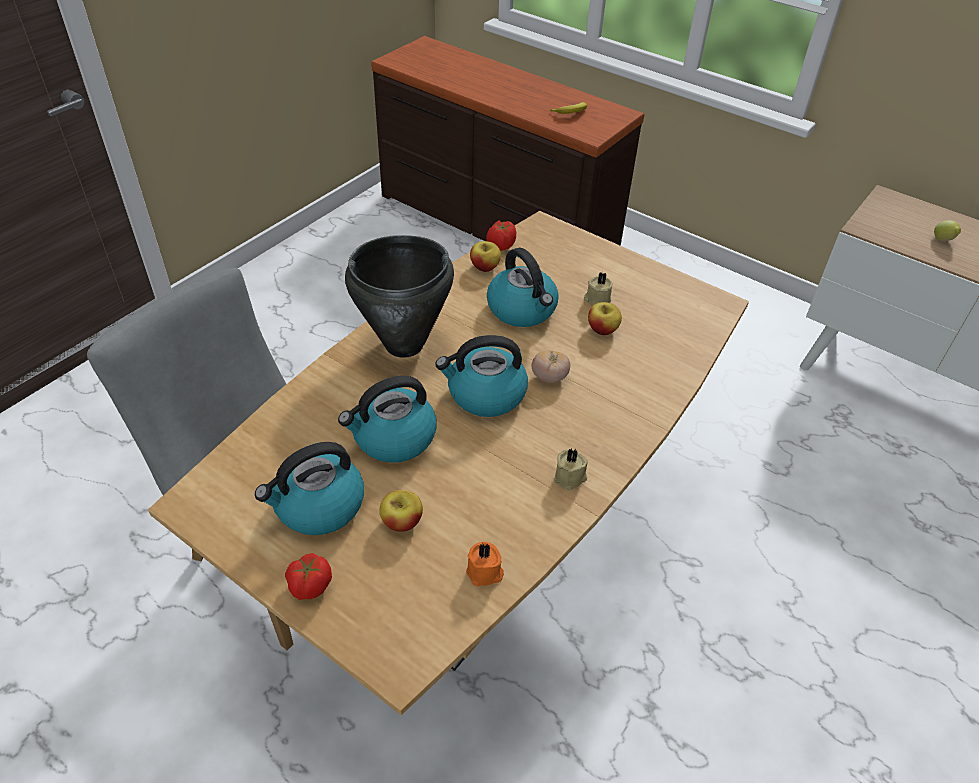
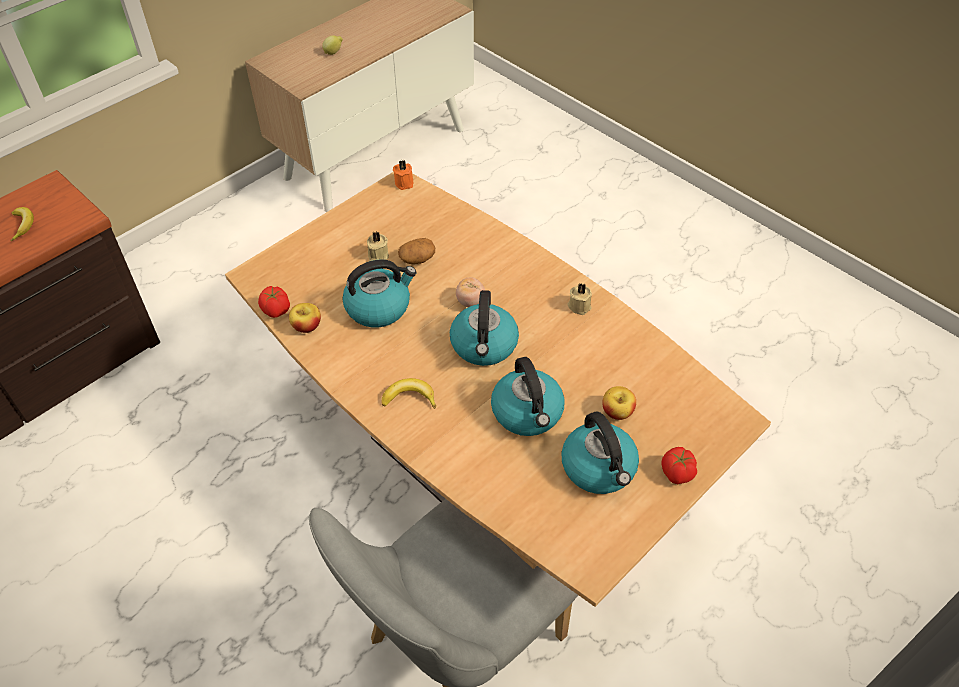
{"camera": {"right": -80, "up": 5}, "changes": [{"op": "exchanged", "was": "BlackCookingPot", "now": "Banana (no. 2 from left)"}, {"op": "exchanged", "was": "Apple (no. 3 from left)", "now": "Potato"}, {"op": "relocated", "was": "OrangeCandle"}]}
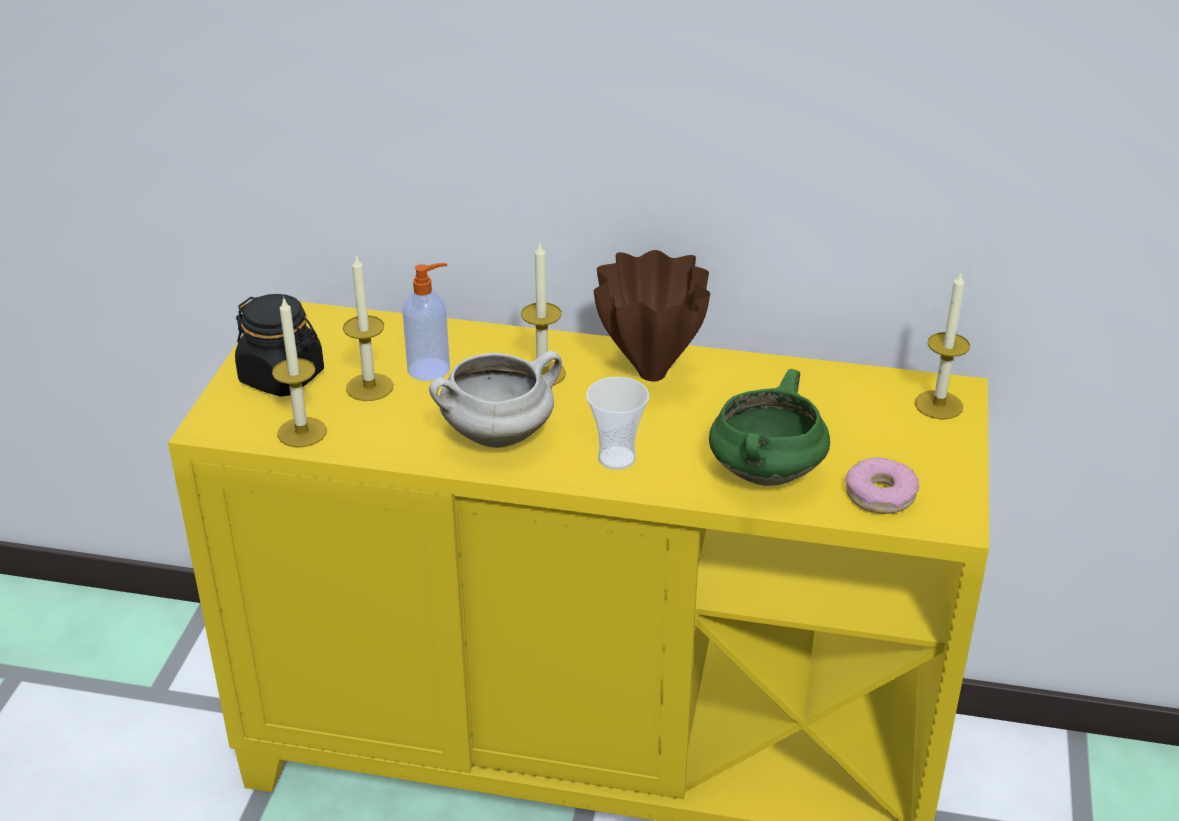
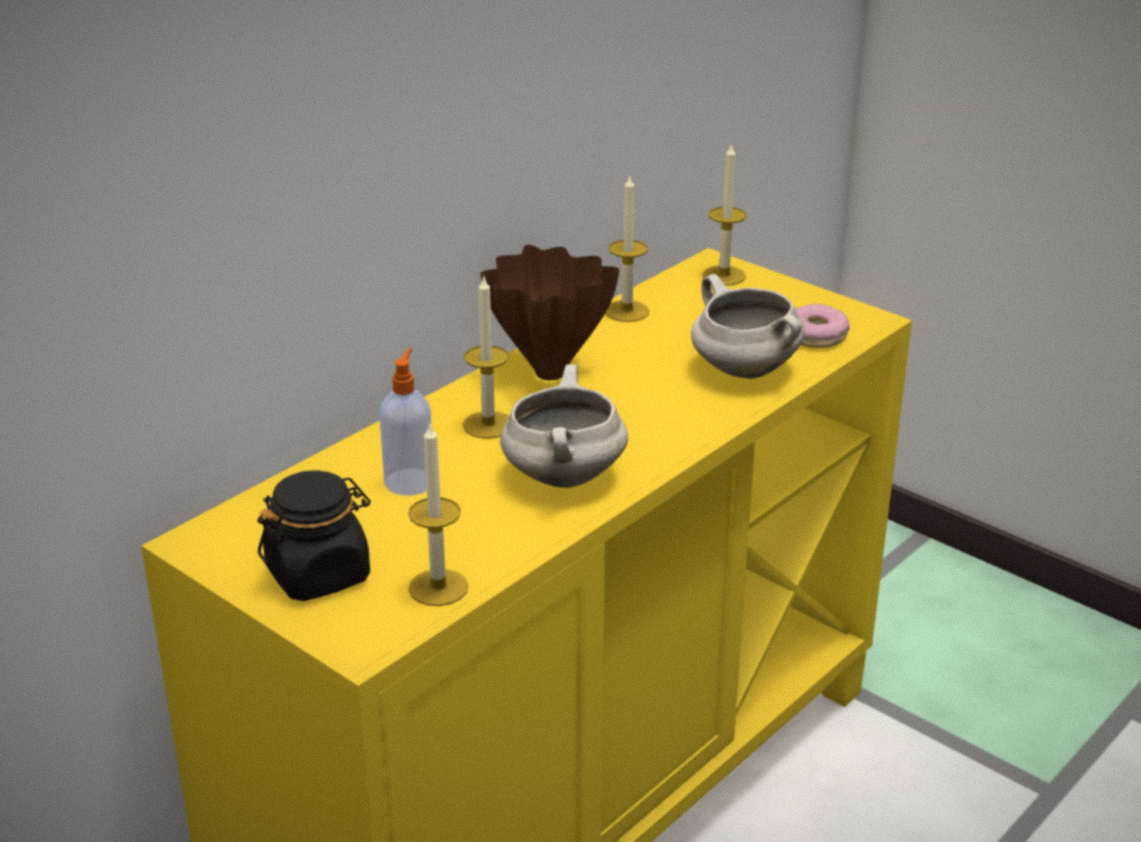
{"camera": {"right": -60, "up": -5}, "changes": [{"op": "relocated", "was": "Candle (no. 2 from left in the first image)", "now": "Candle (no. 3 from left)"}, {"op": "colour", "was": "GreenCookingPot", "now": "WhiteCookingPot (no. 2 from left)"}, {"op": "missing", "was": "Cup"}]}
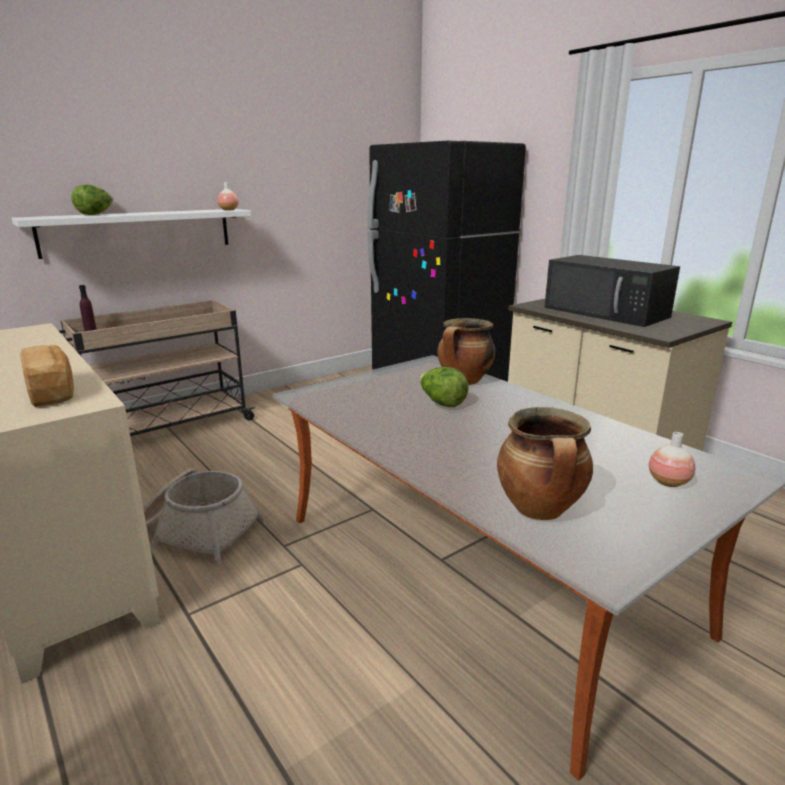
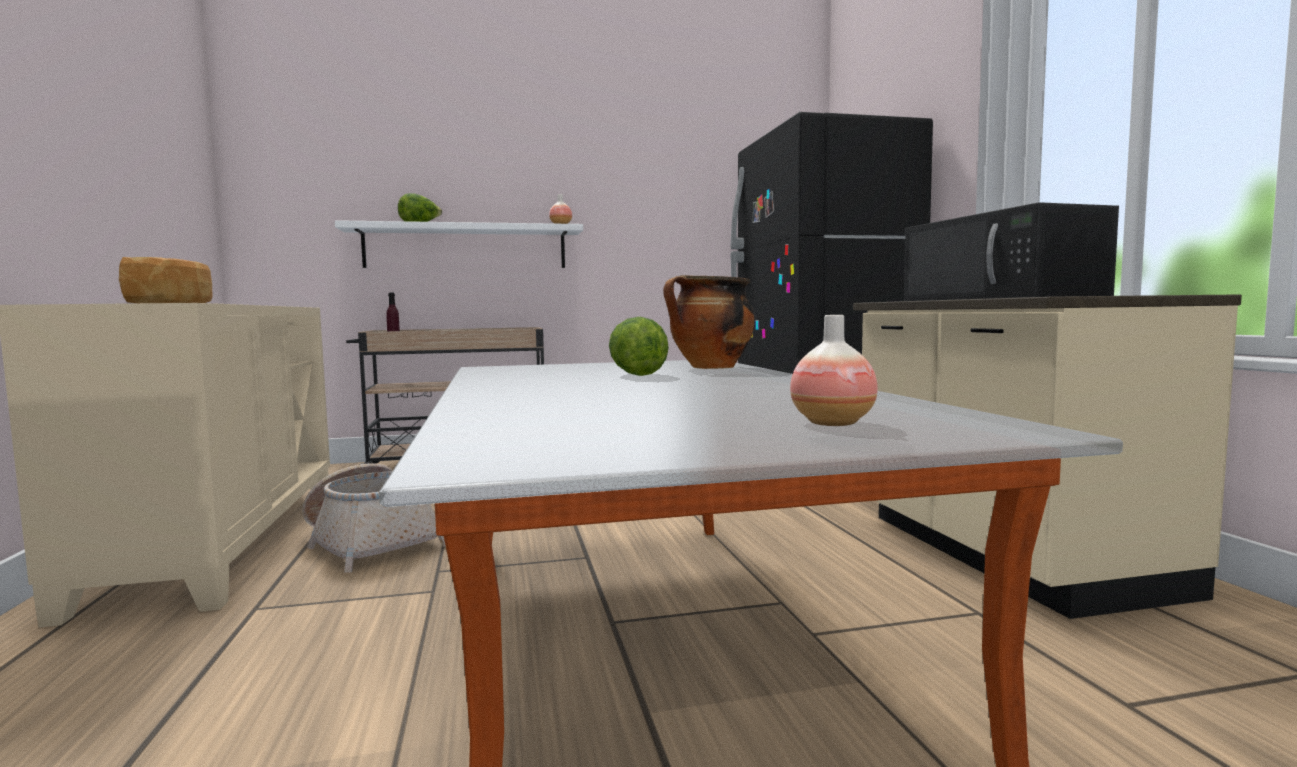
{"camera": {"right": 25, "up": -15}, "changes": [{"op": "missing", "was": "CookingPot (no. 2 from left)"}]}
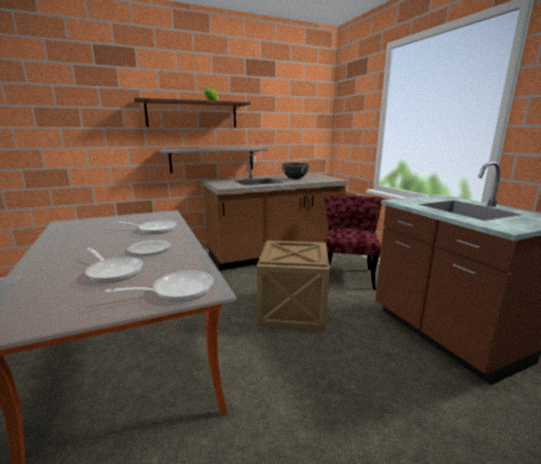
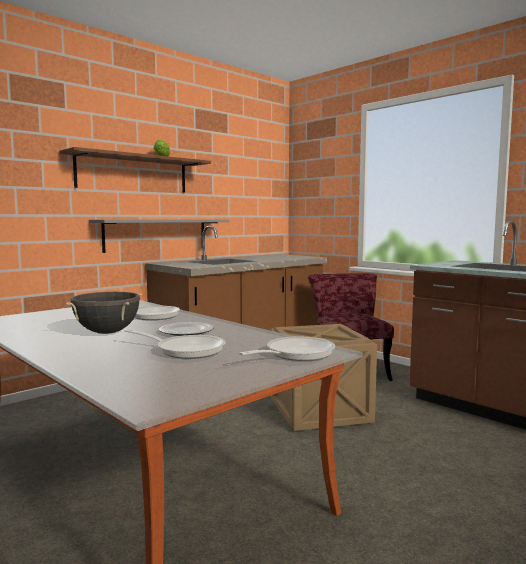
{"camera": {"right": -20, "up": -10}, "changes": [{"op": "relocated", "was": "BlackCookingPot"}]}
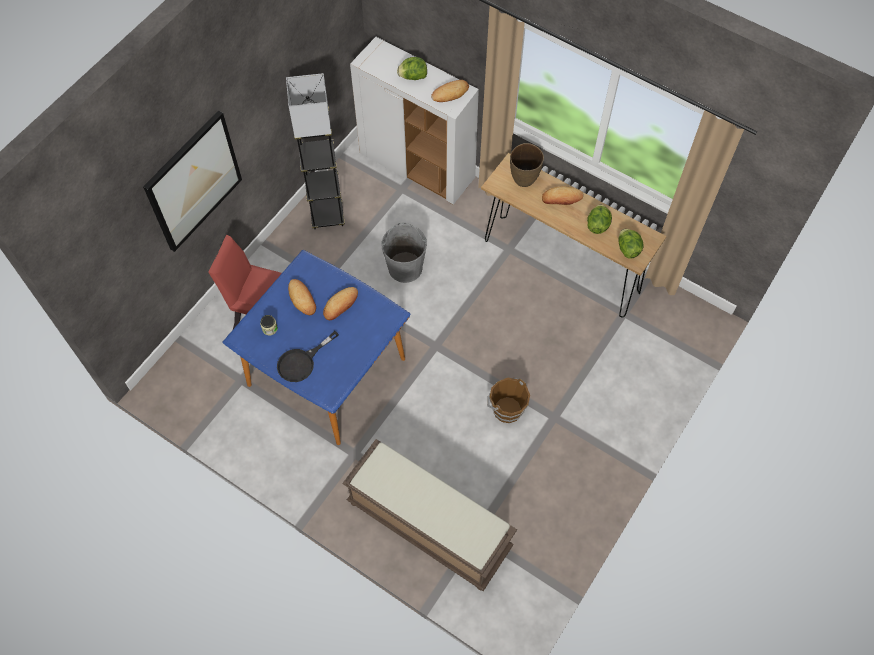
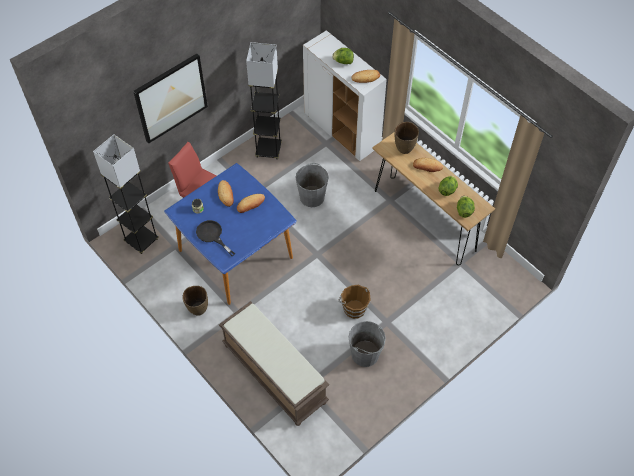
{"camera": {"right": 15, "up": -5}, "changes": [{"op": "spun", "was": "BlackFryingPan", "clockwise": 75}, {"op": "appeared", "now": "GreyFloorLamp (no. 1 from left)"}, {"op": "appeared", "now": "BrownVase (no. 1 from left)"}, {"op": "appeared", "now": "GreyBucket (no. 2 from left)"}]}
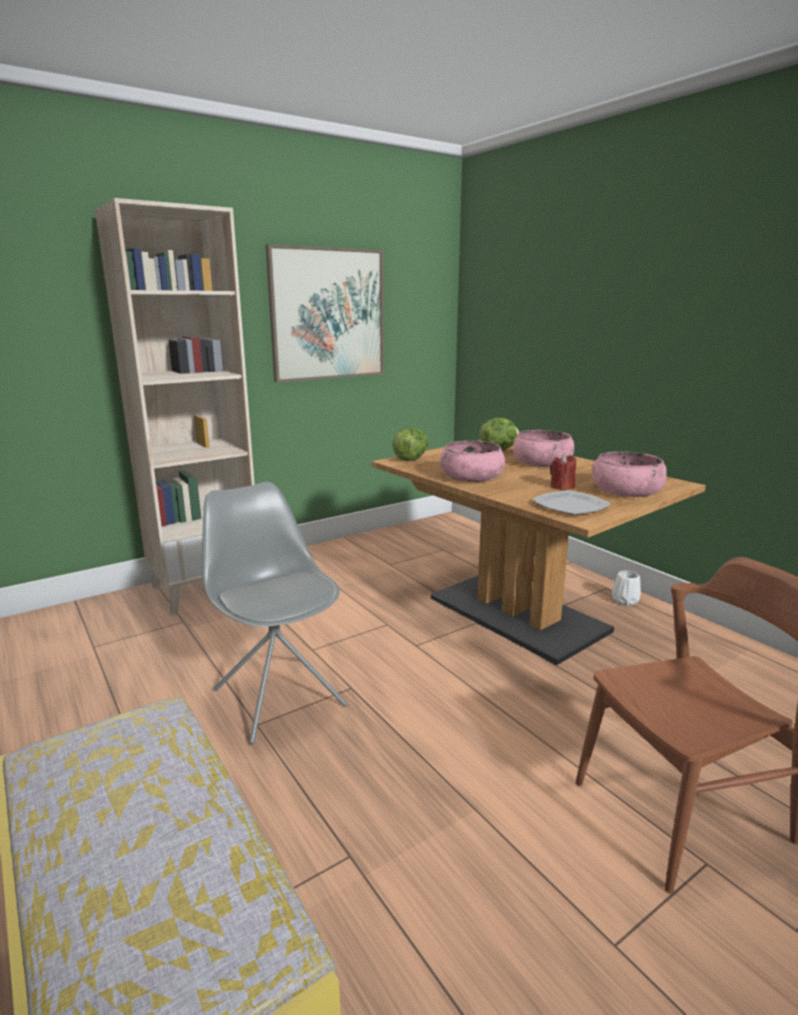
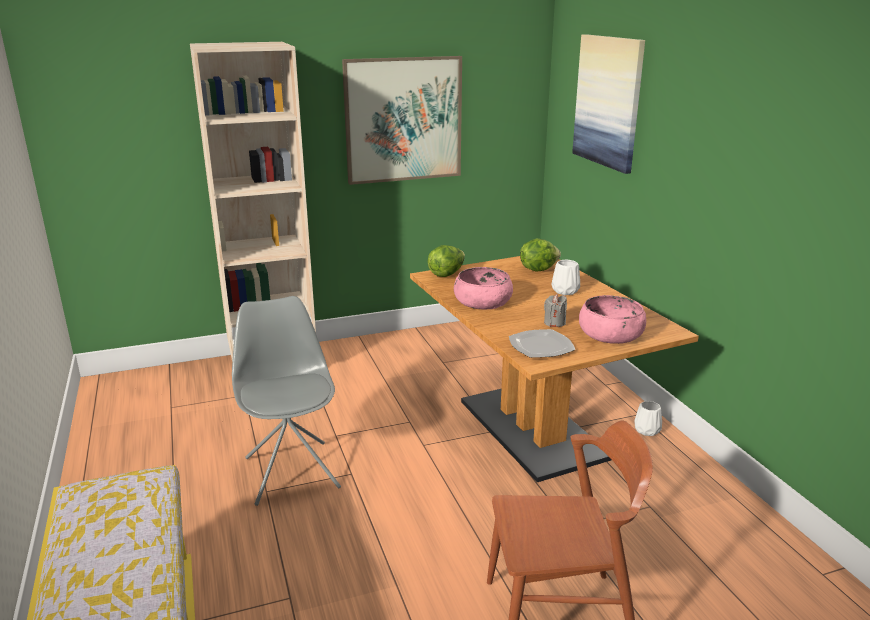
{"camera": {"right": 15, "up": 5}, "changes": [{"op": "exchanged", "was": "PinkBowl (no. 2 from left)", "now": "WhiteVase (no. 1 from left)"}, {"op": "colour", "was": "RedCandle", "now": "GreyCandle"}, {"op": "appeared", "now": "Picture (no. 2 from left)"}]}
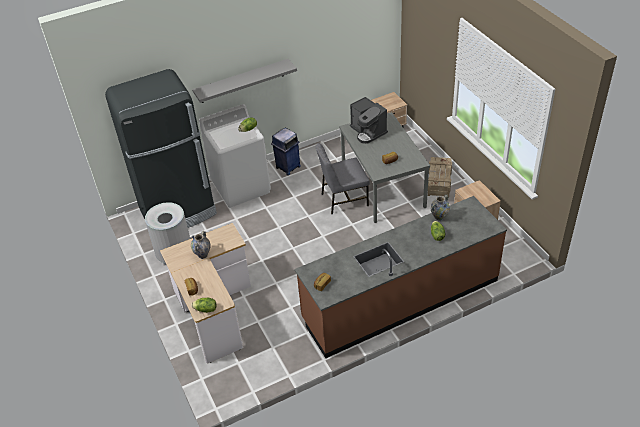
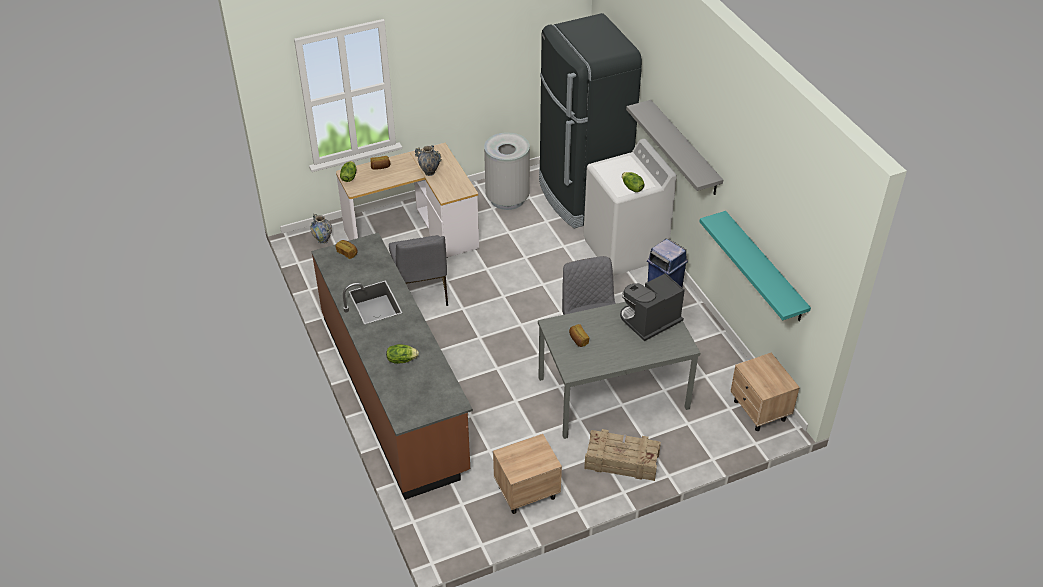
{"camera": {"right": 90, "up": 0}, "changes": [{"op": "relocated", "was": "Vase (no. 2 from left in the first image)", "now": "Vase (no. 1 from left)"}, {"op": "appeared", "now": "TurquoiseShelf"}, {"op": "appeared", "now": "GreyChair (no. 1 from left)"}]}
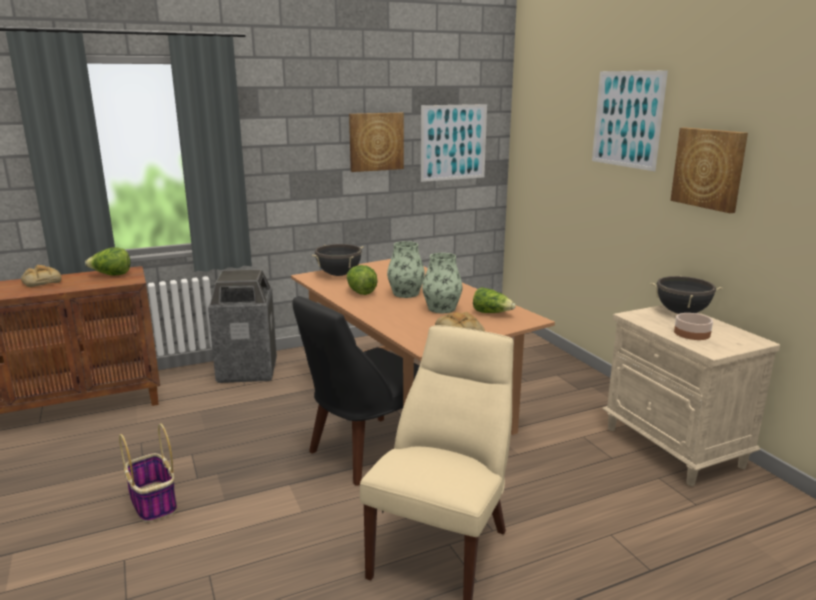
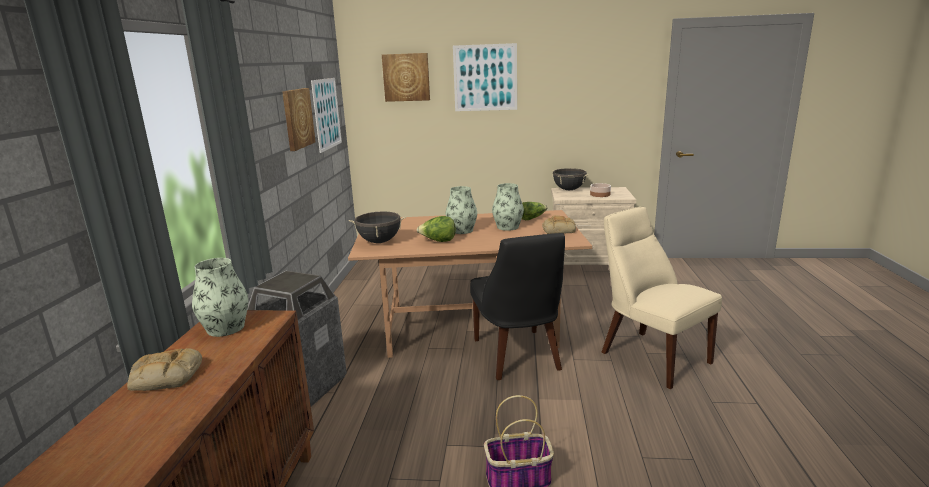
{"camera": {"right": -60, "up": 0}, "changes": [{"op": "relocated", "was": "Picture (no. 4 from left in the first image)", "now": "Picture (no. 3 from left)"}, {"op": "exchanged", "was": "Lettuce (no. 1 from left)", "now": "Vase (no. 1 from left)"}]}
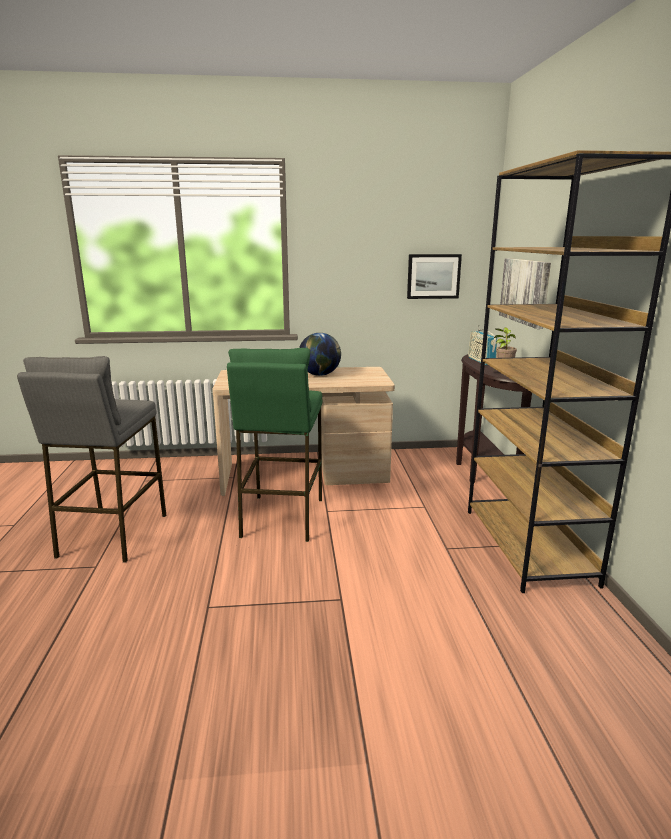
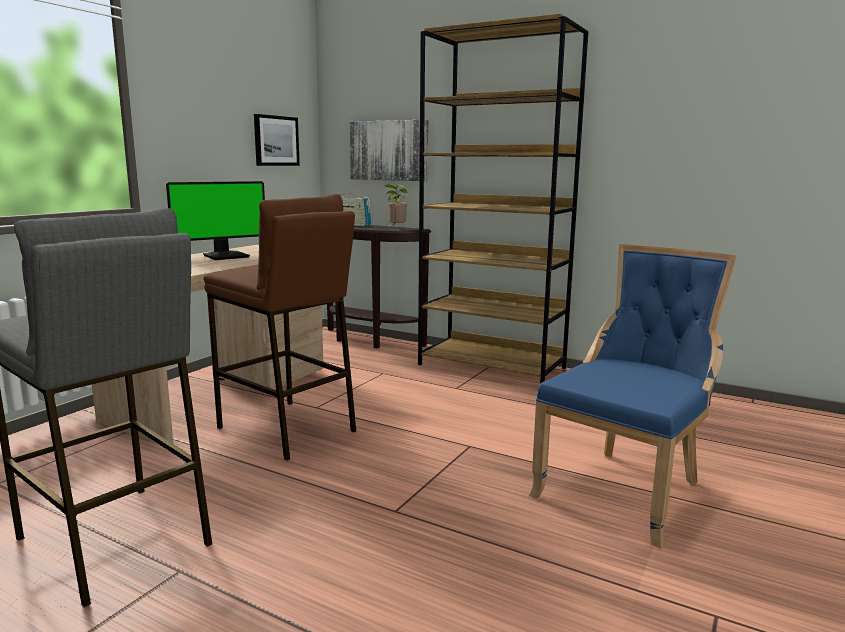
{"camera": {"right": -55, "up": -5}, "changes": [{"op": "exchanged", "was": "Globe", "now": "Monitor"}, {"op": "colour", "was": "GreenStool", "now": "BrownStool"}, {"op": "appeared", "now": "BlueChair"}]}
